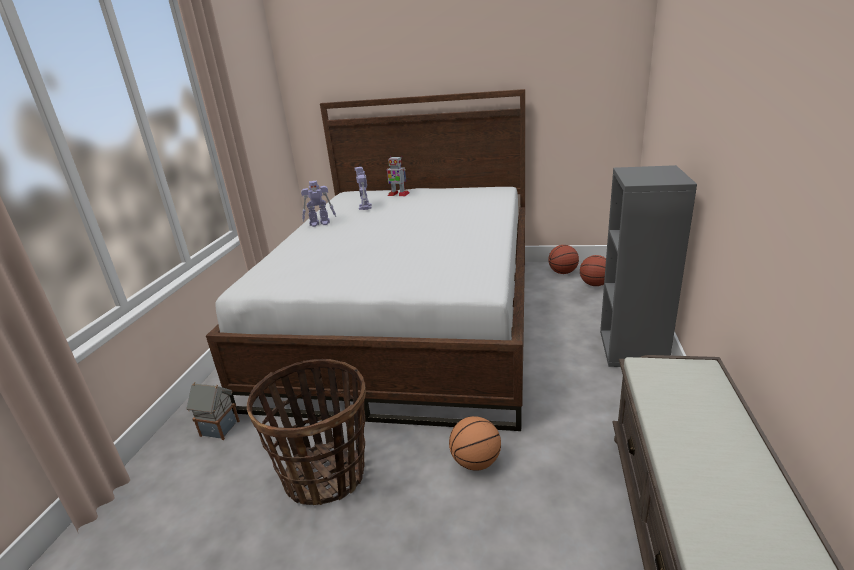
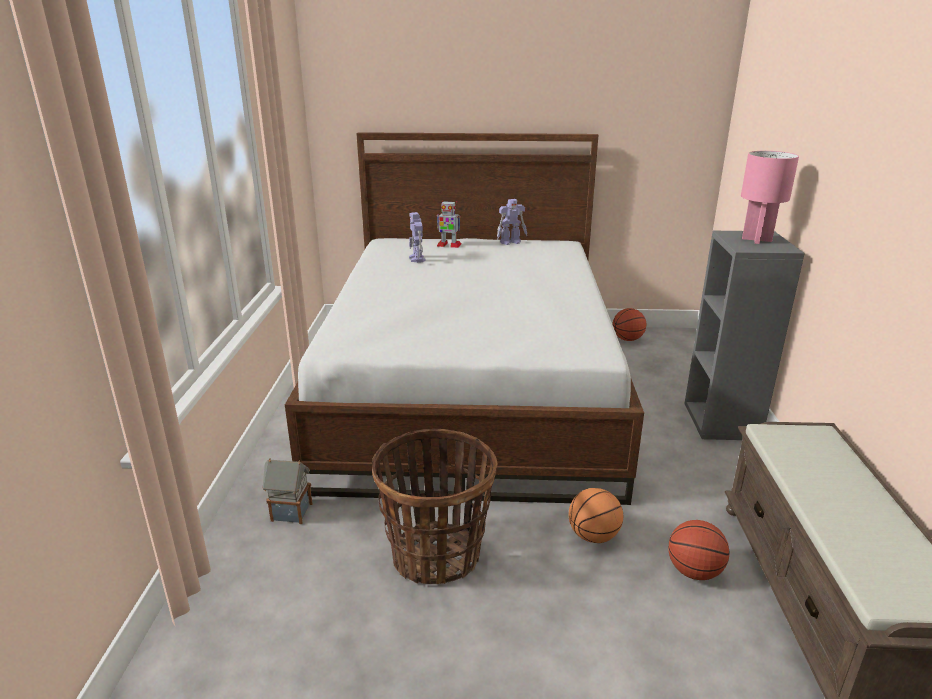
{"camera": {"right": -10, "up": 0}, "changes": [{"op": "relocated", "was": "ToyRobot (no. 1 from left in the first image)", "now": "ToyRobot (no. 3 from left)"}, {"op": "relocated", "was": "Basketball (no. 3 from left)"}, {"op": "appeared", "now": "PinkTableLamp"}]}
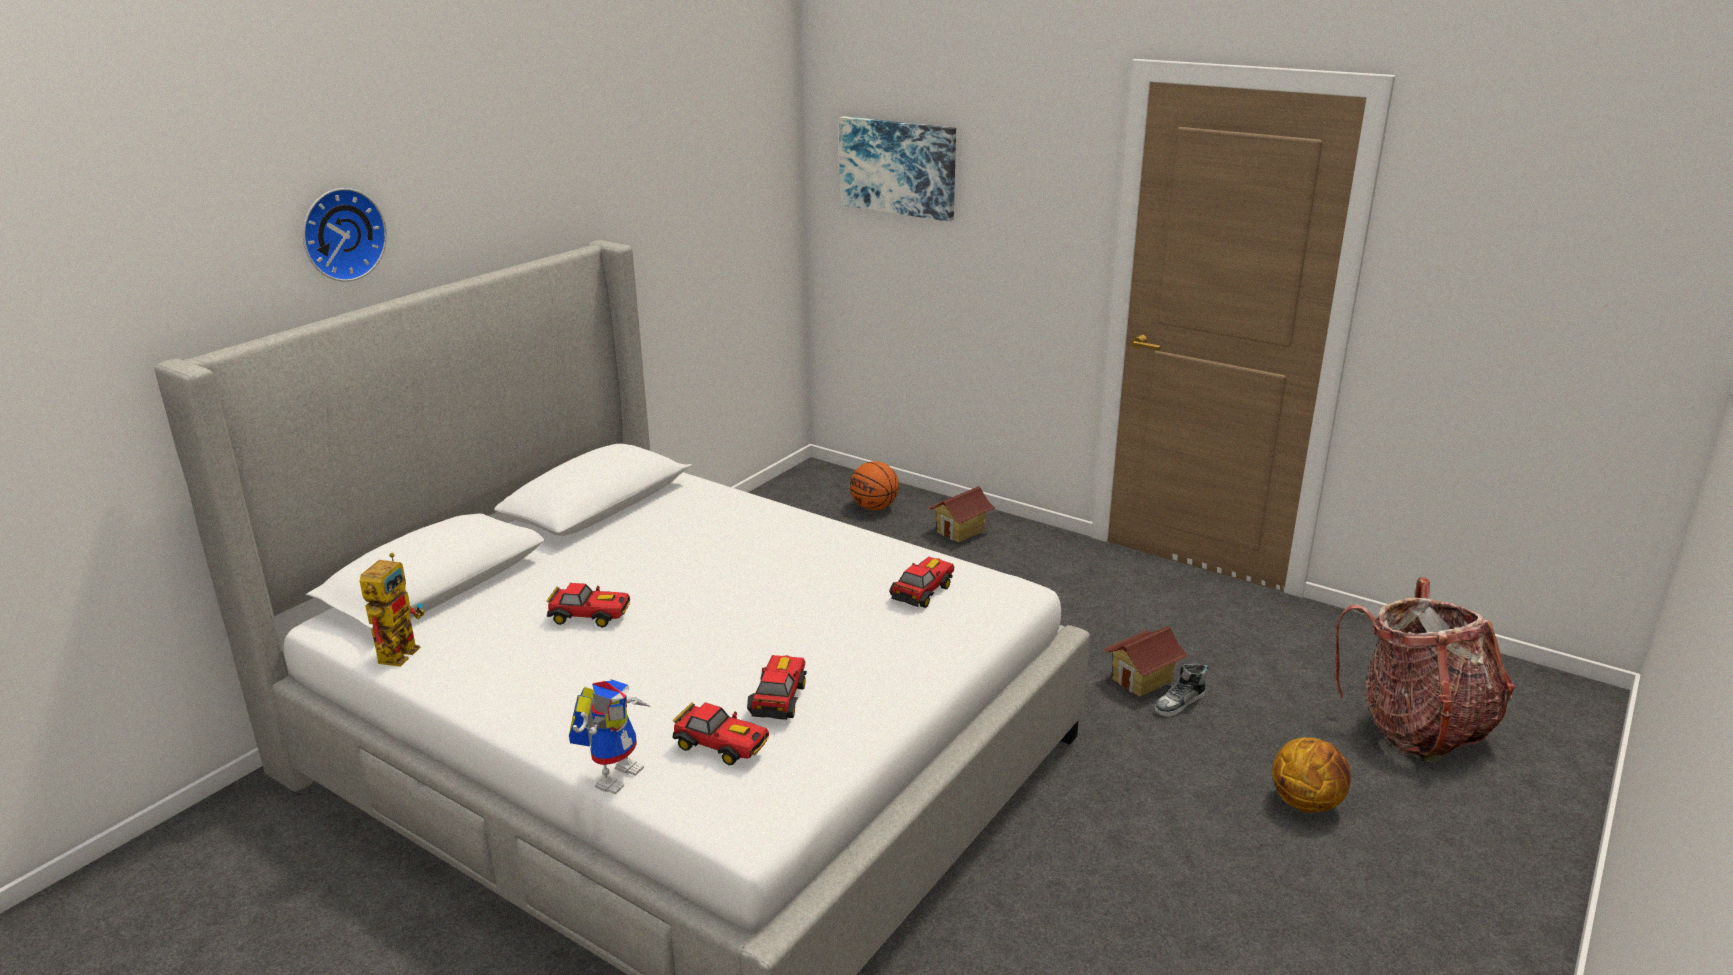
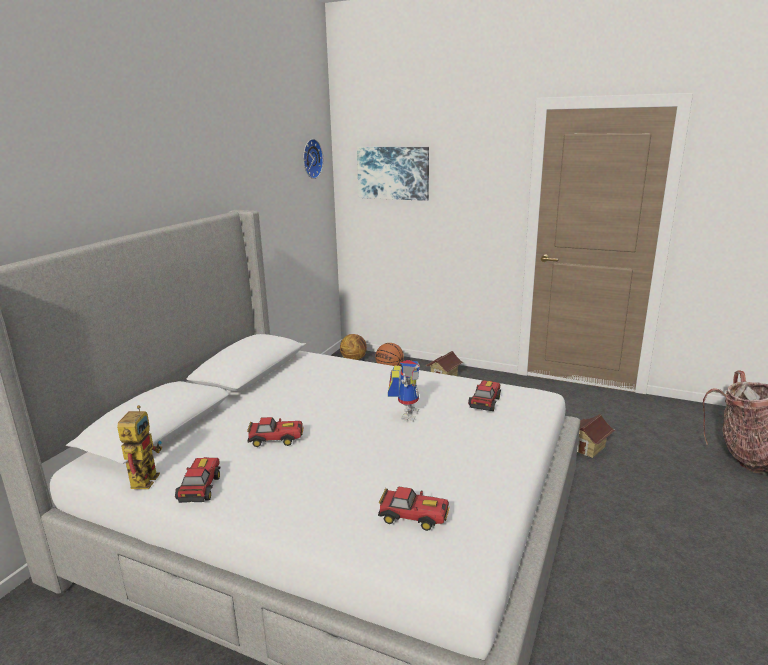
{"camera": {"right": -10, "up": -5}, "changes": [{"op": "relocated", "was": "WallClock"}, {"op": "relocated", "was": "ToyCar (no. 3 from left in the first image)", "now": "ToyCar (no. 1 from left)"}, {"op": "missing", "was": "Shoe"}, {"op": "relocated", "was": "ToyRobot (no. 2 from left)"}, {"op": "relocated", "was": "Basketball (no. 2 from left in the first image)", "now": "Basketball (no. 1 from left)"}]}
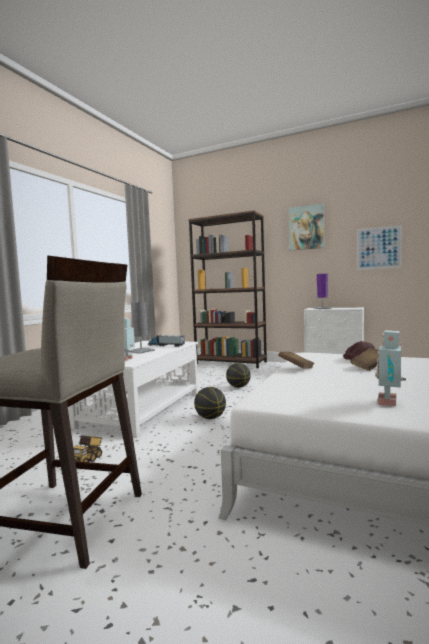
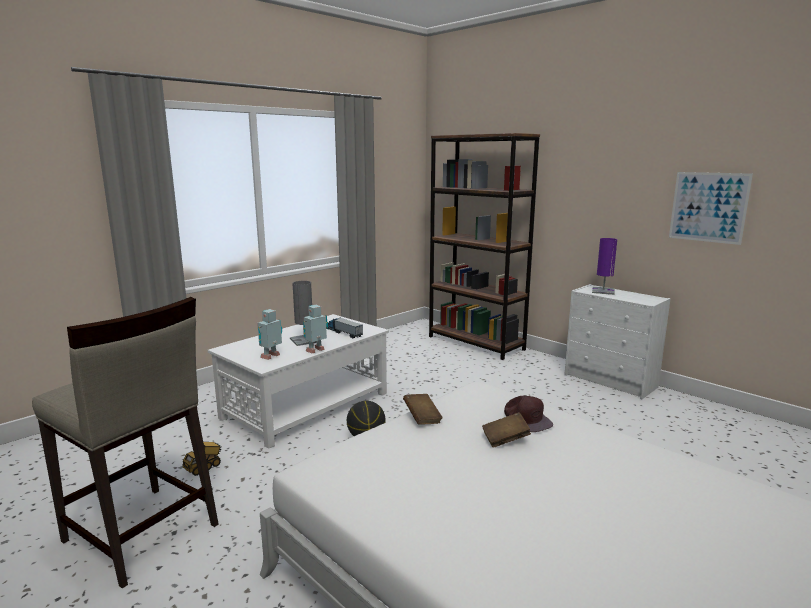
{"camera": {"right": 20, "up": 10}, "changes": [{"op": "missing", "was": "Picture (no. 1 from left)"}, {"op": "relocated", "was": "ToyRobot (no. 2 from left)"}, {"op": "missing", "was": "Basketball (no. 2 from left)"}]}
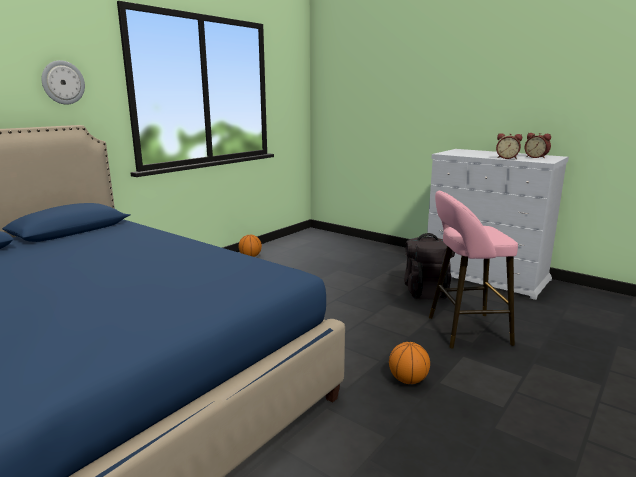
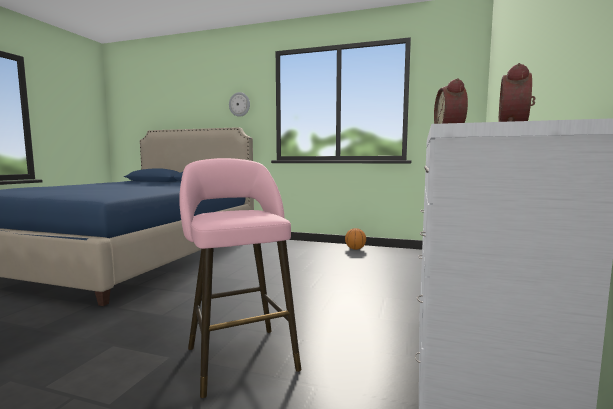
{"camera": {"right": 70, "up": -10}, "changes": [{"op": "missing", "was": "BlackBackpack"}, {"op": "missing", "was": "Basketball (no. 2 from left)"}]}
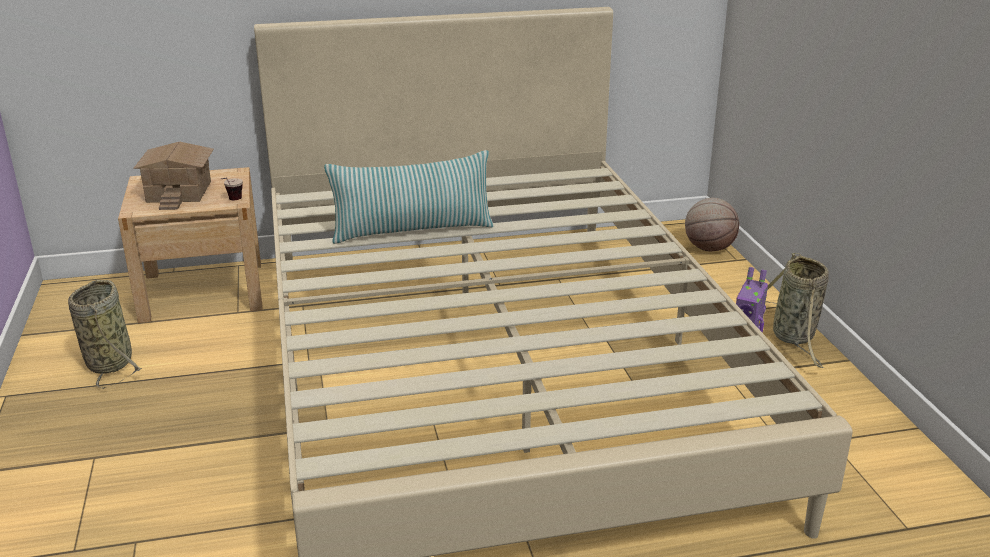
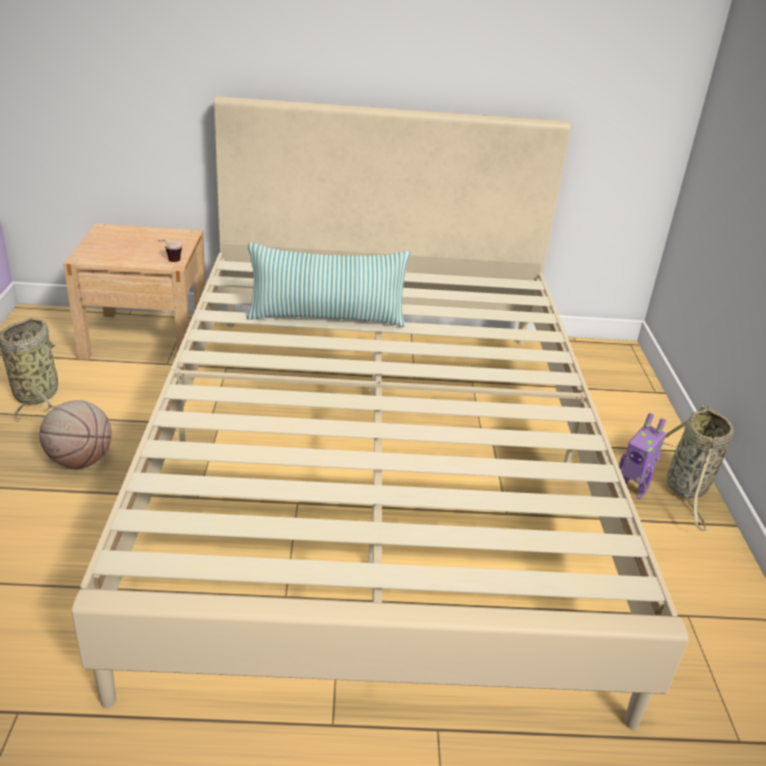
{"camera": {"right": 10, "up": 5}, "changes": [{"op": "missing", "was": "ToyHouse"}, {"op": "relocated", "was": "Basketball"}]}
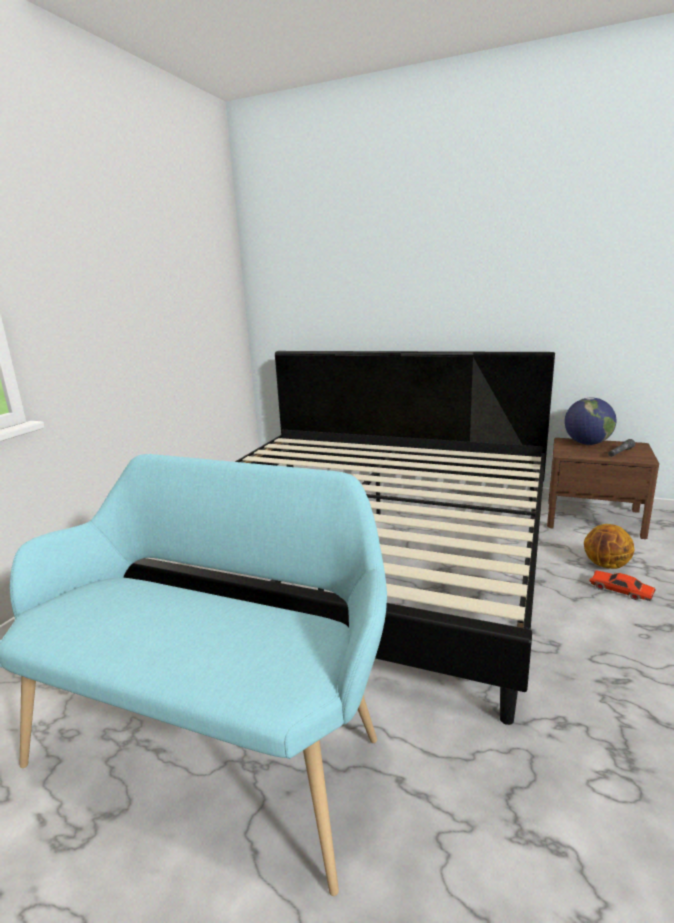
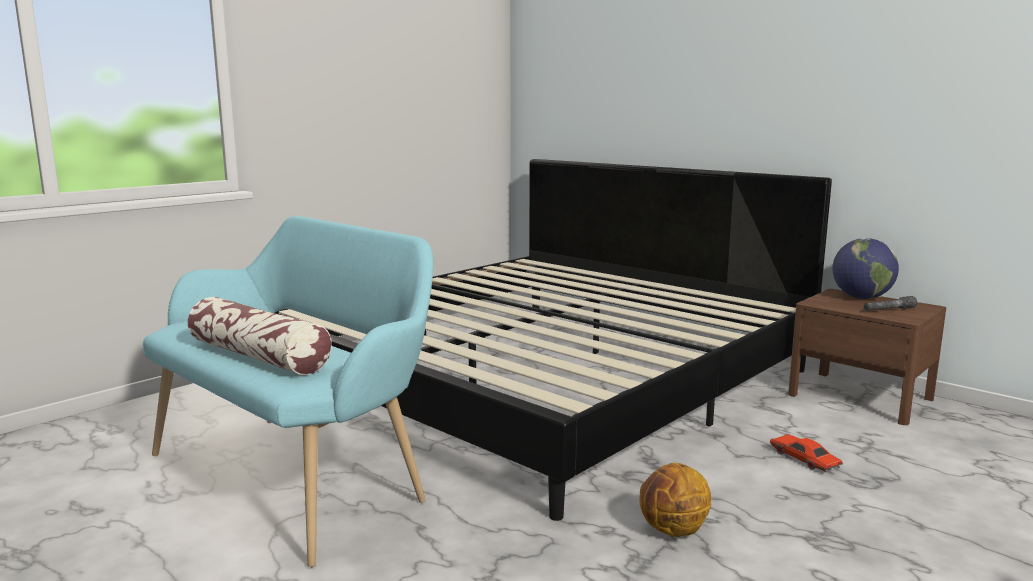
{"camera": {"right": 20, "up": -5}, "changes": [{"op": "relocated", "was": "Basketball"}, {"op": "appeared", "now": "Pillow"}]}
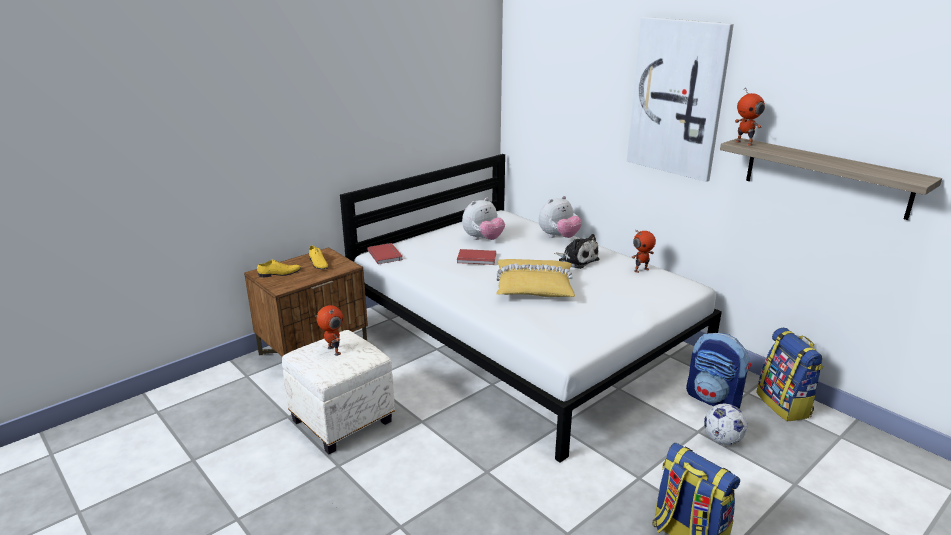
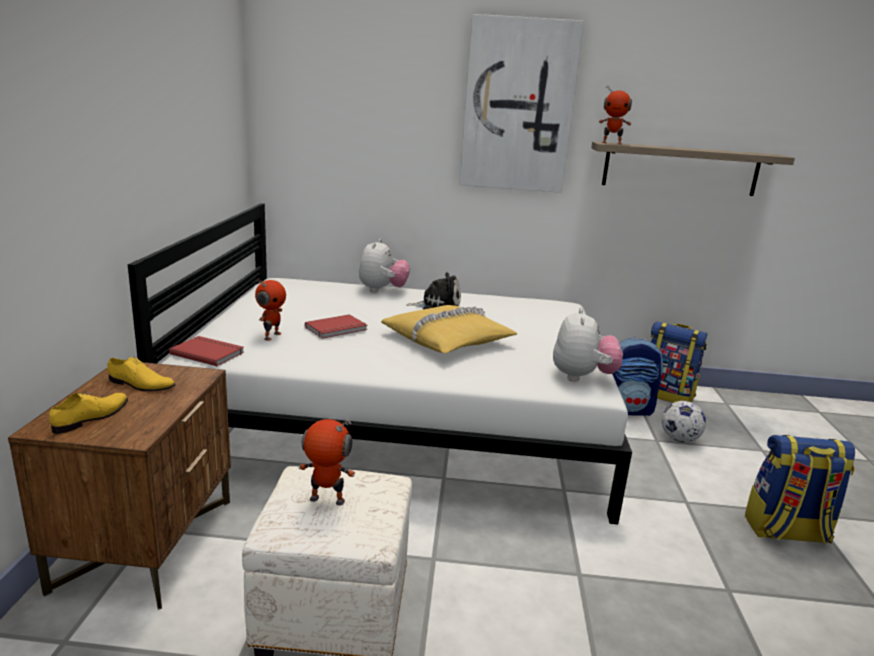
{"camera": {"right": -45, "up": -5}, "changes": [{"op": "relocated", "was": "PlushToy (no. 1 from left in the first image)", "now": "PlushToy (no. 3 from left)"}, {"op": "relocated", "was": "ToyRobot (no. 2 from left in the first image)", "now": "ToyRobot (no. 1 from left)"}]}
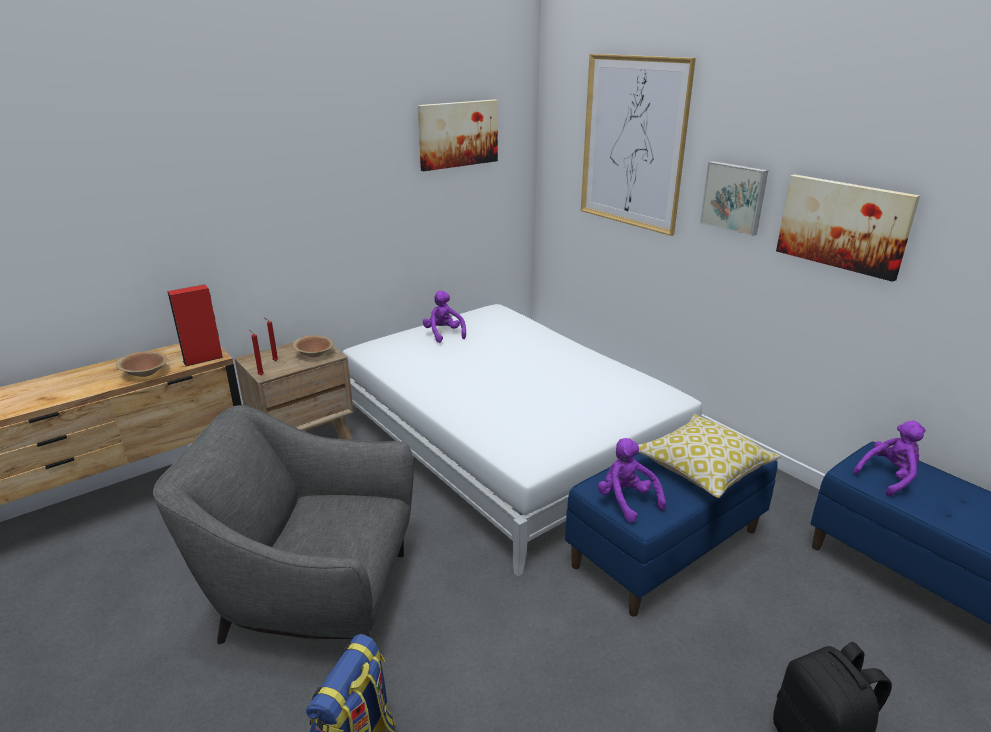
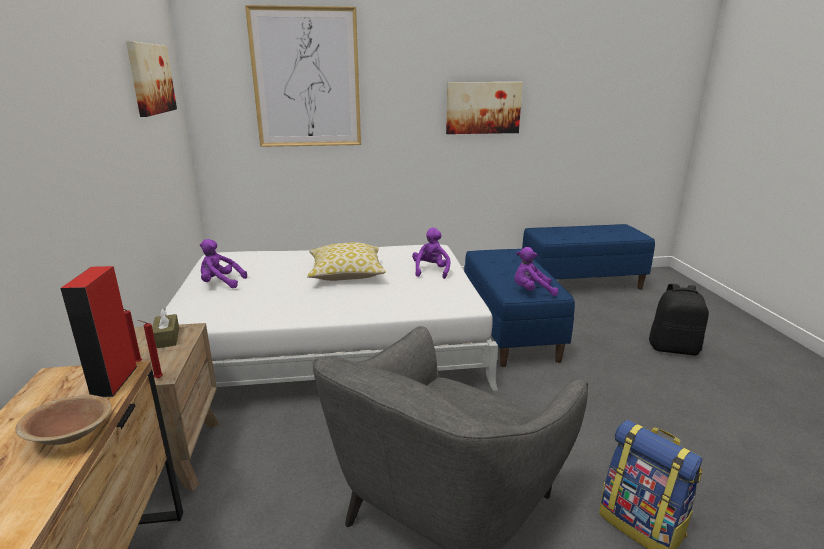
{"camera": {"right": -60, "up": -5}, "changes": [{"op": "missing", "was": "Picture (no. 3 from left)"}, {"op": "exchanged", "was": "BrownBowl (no. 2 from left)", "now": "BrownTissueBox"}, {"op": "relocated", "was": "Pillow"}, {"op": "relocated", "was": "PurplePlushToy (no. 3 from left in the first image)", "now": "PurplePlushToy (no. 2 from left)"}]}
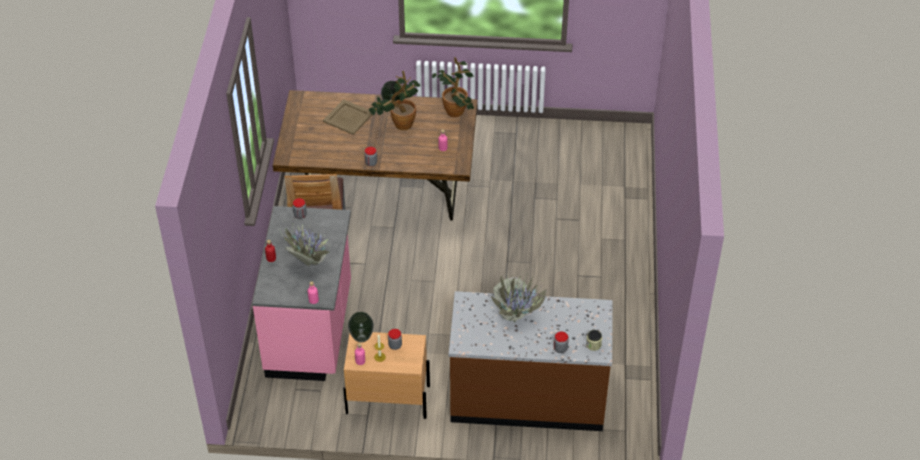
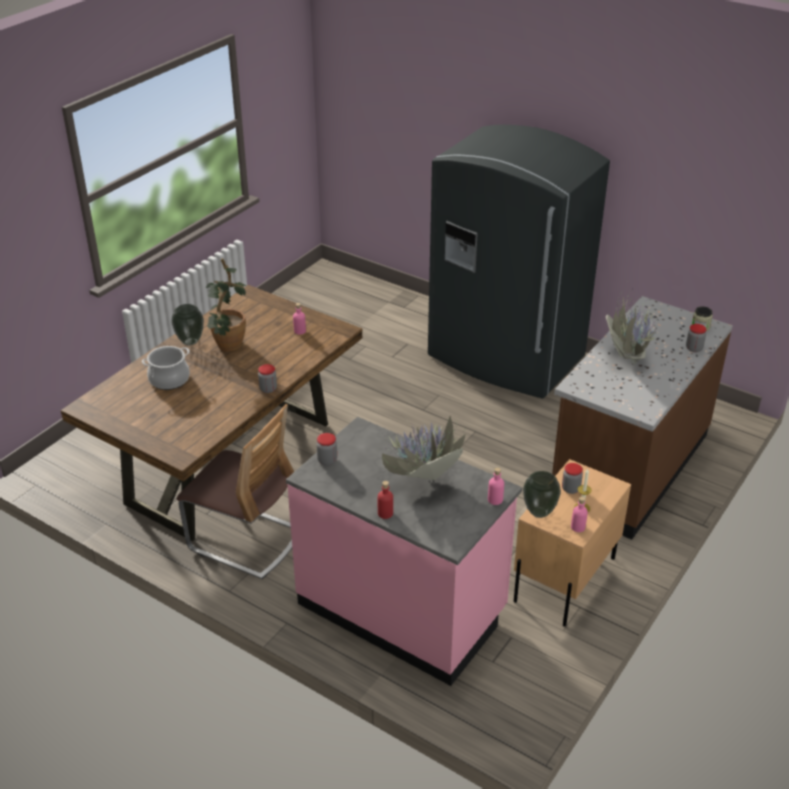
{"camera": {"right": -60, "up": -10}, "changes": [{"op": "missing", "was": "PottedPlant (no. 3 from left)"}, {"op": "exchanged", "was": "BeigeTray", "now": "CookingPot"}, {"op": "appeared", "now": "GreyFridge"}]}
